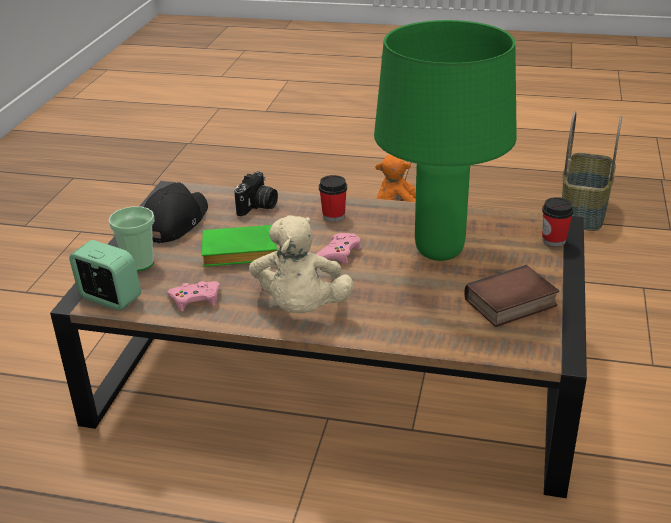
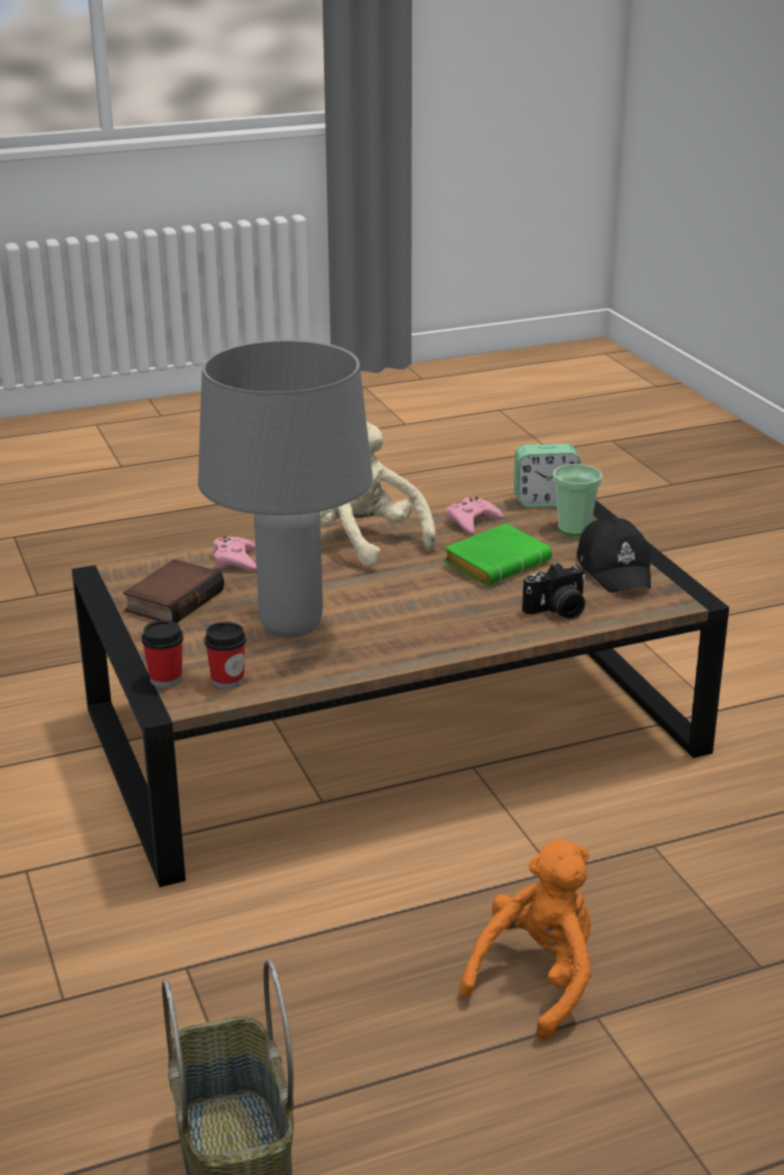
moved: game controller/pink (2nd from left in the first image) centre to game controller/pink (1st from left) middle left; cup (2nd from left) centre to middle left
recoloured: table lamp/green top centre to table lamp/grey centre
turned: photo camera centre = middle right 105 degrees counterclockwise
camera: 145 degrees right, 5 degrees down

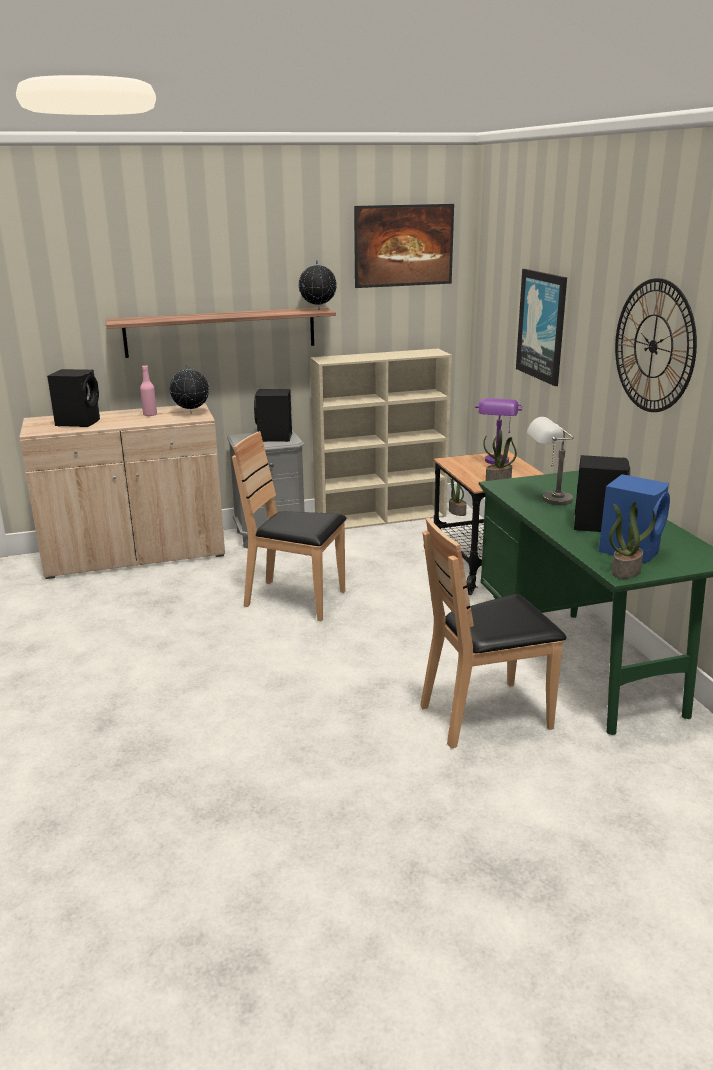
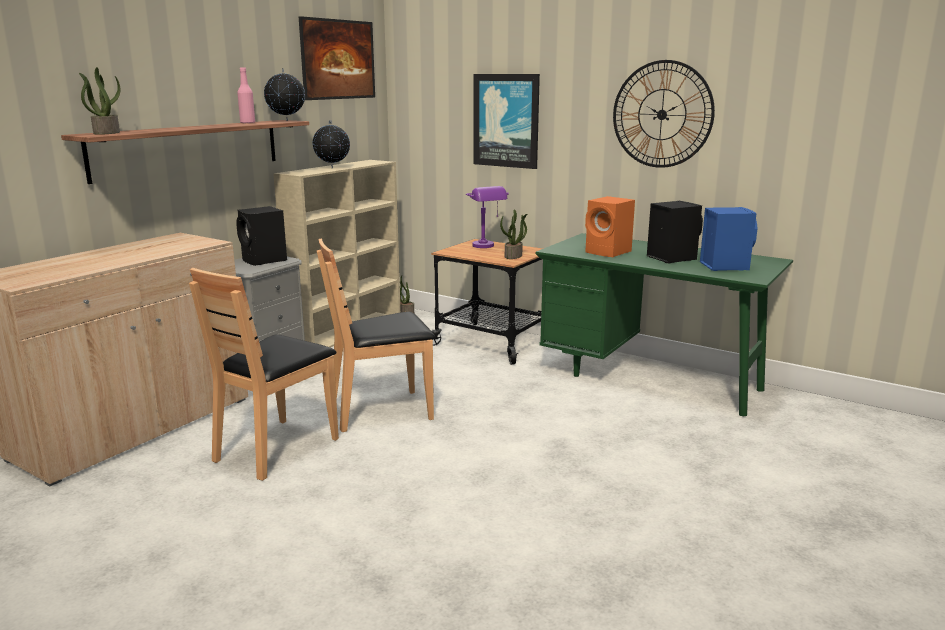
removed: speaker/black (1st from left) middle left
moved: bottle/pink middle left to top left; globe (1st from left in the first image) middle left to globe (2nd from left) top centre; chair/brown (2nd from left in the first image) middle right to chair/brown (1st from left) middle left; potted plant (3rd from left in the first image) middle right to potted plant (1st from left) top left
replaced: table lamp/grey middle right to speaker/orange centre
camera: 40 degrees left, 5 degrees down

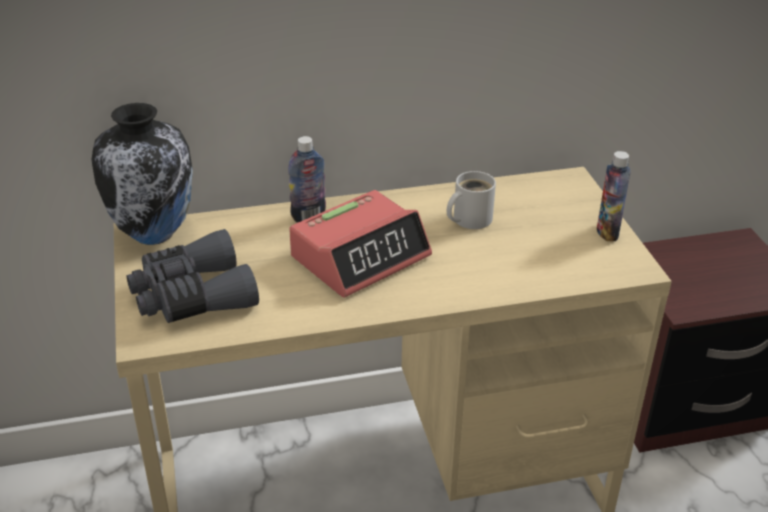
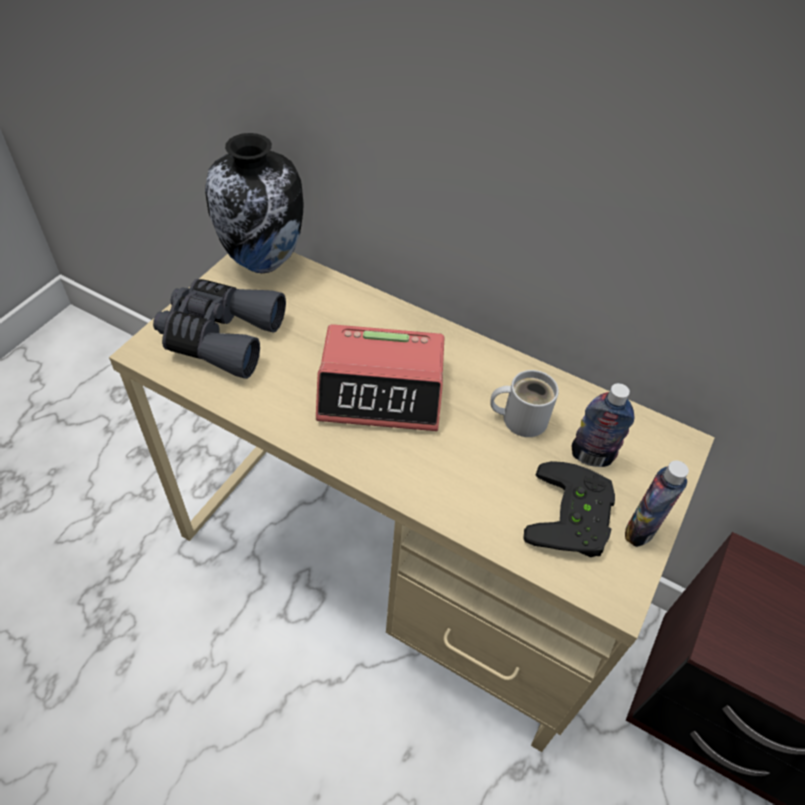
added: game controller/black middle right
moved: bottle (1st from left) centre to middle right
camera: 40 degrees right, 15 degrees up

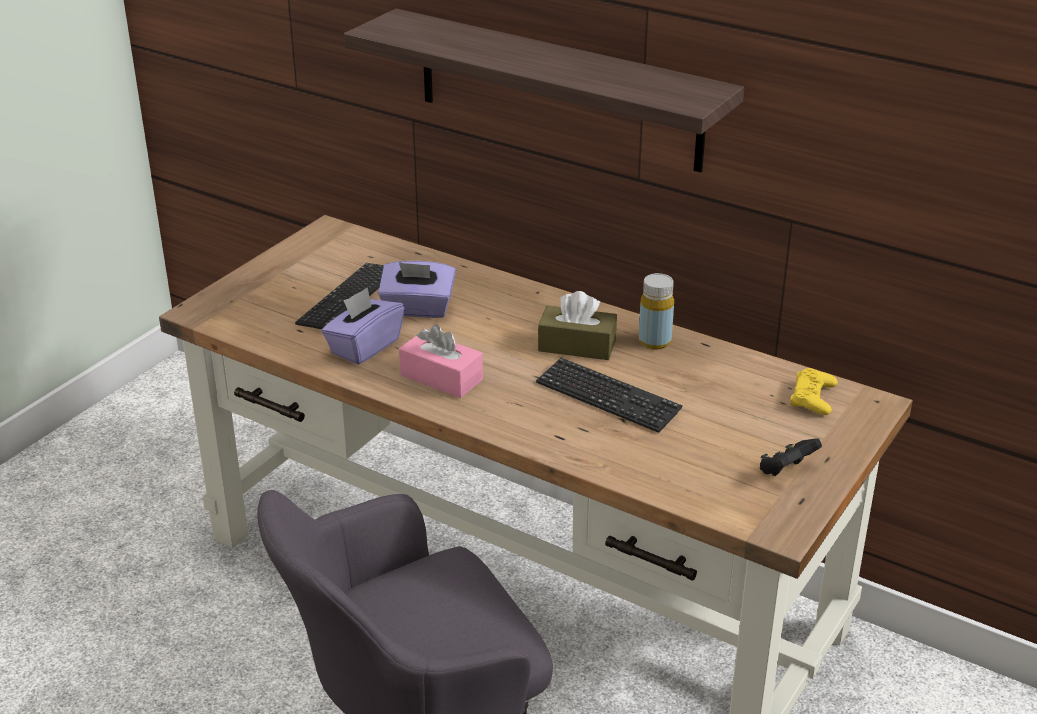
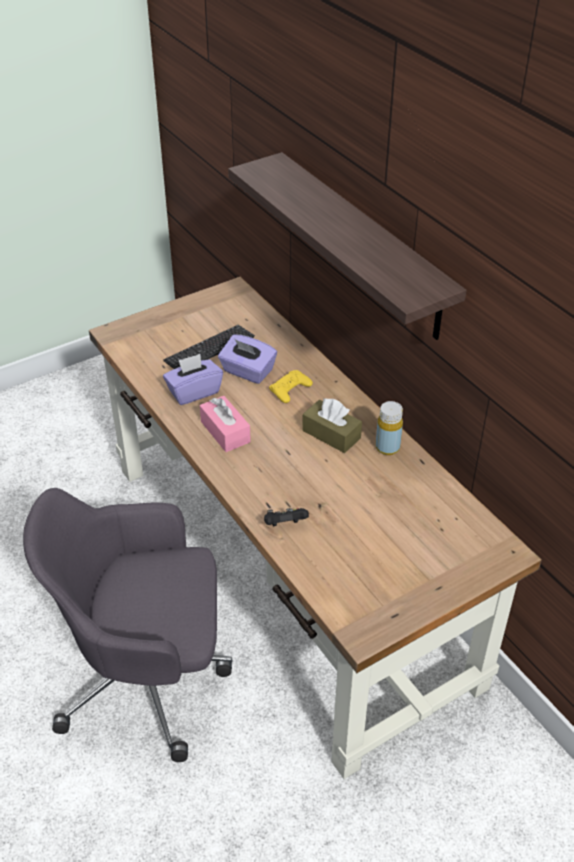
removed: keyboard (2nd from left) centre
moved: game controller/black middle right to centre; game controller/yellow middle right to centre
camera: 25 degrees right, 10 degrees up

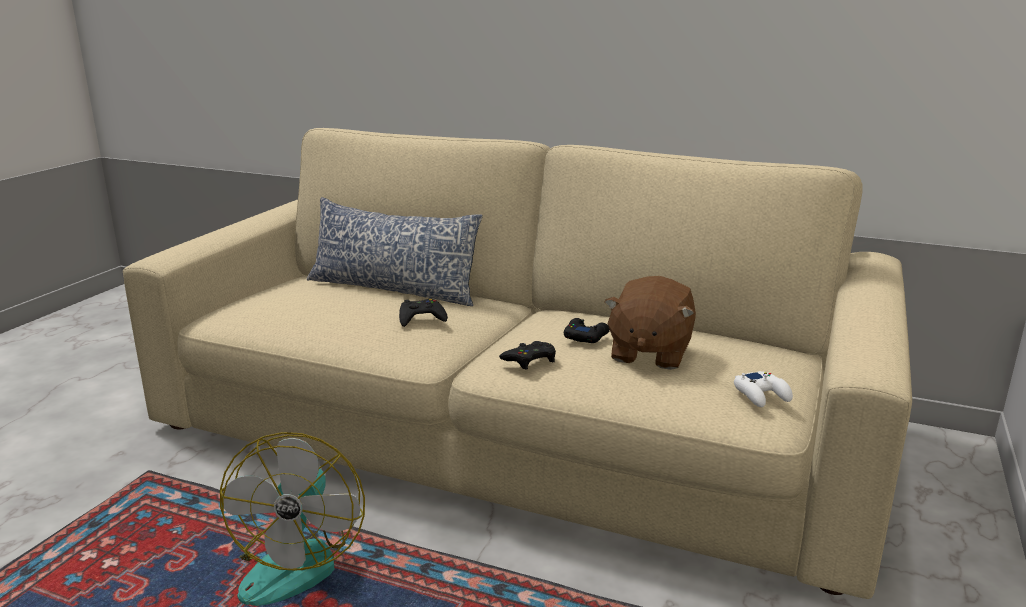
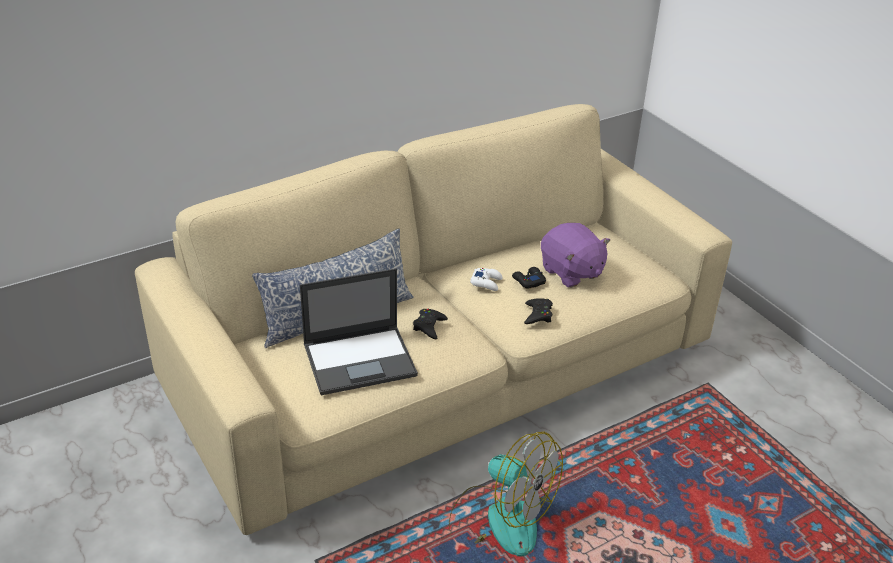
added: laptop centre
moved: game controller/white middle right to centre
recoloured: plush toy/brown centre to plush toy/purple centre
camera: 55 degrees left, 15 degrees up

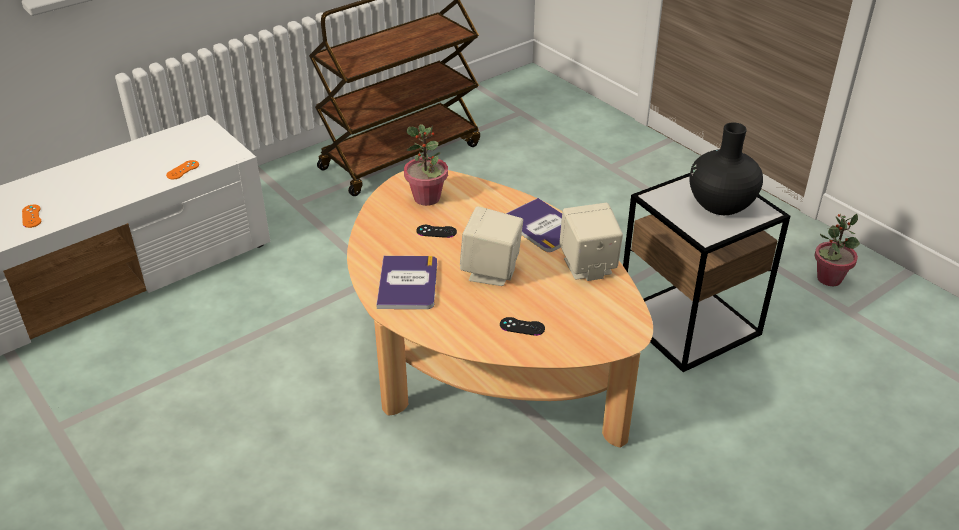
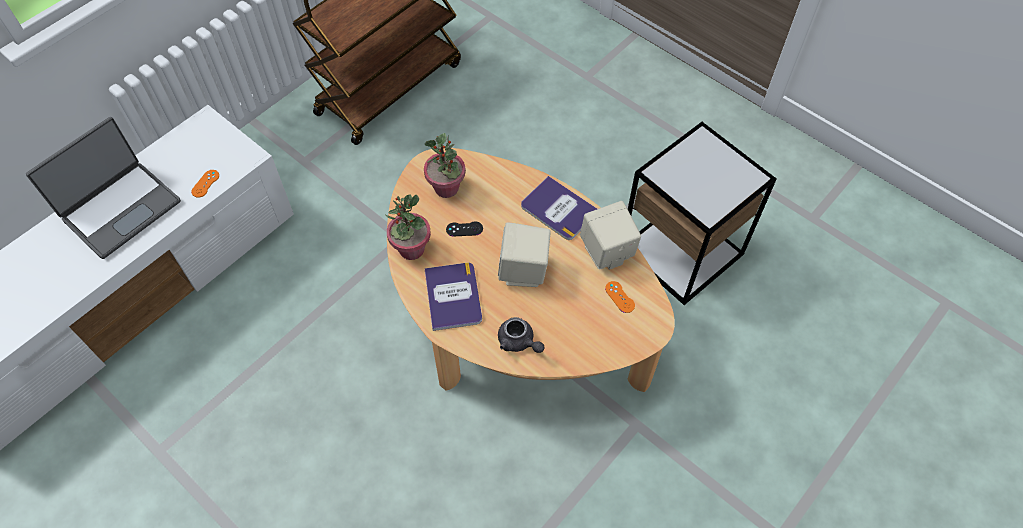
removed: game controller/black (2nd from left) centre; vase/black top right
added: laptop middle left; teapot/grey centre
moved: game controller/orange (1st from left in the first image) middle left to game controller/orange (2nd from left) centre; potted plant (2nd from left in the first image) middle right to potted plant (1st from left) centre
camera: 10 degrees left, 20 degrees up

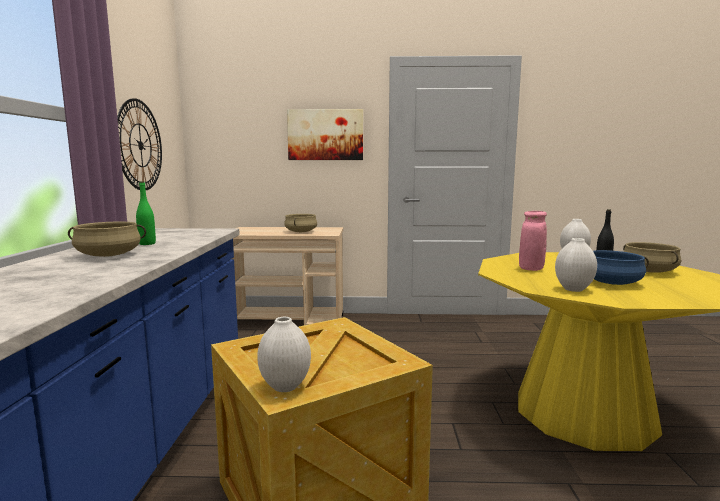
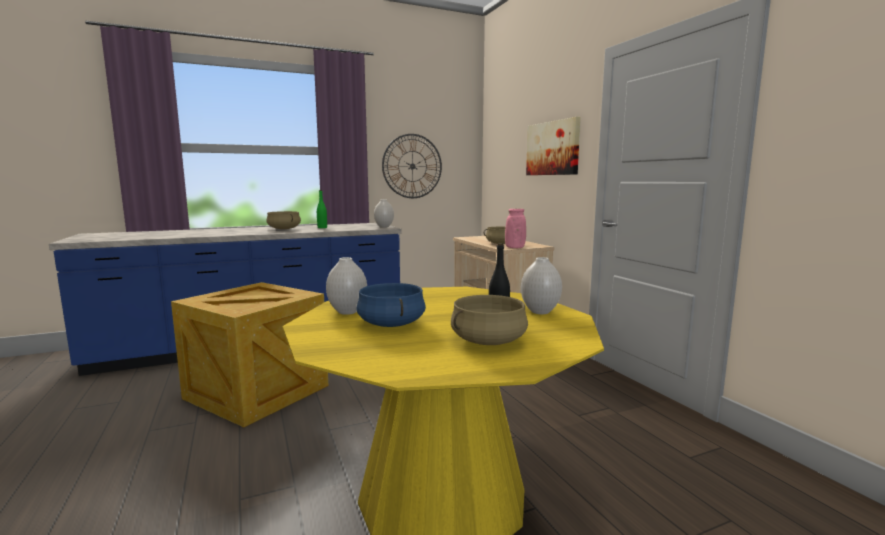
moved: vase/white (1st from left in the first image) bottom centre to vase/white (2nd from left) centre; vase/pink middle right to centre
camera: 65 degrees right, 0 degrees up

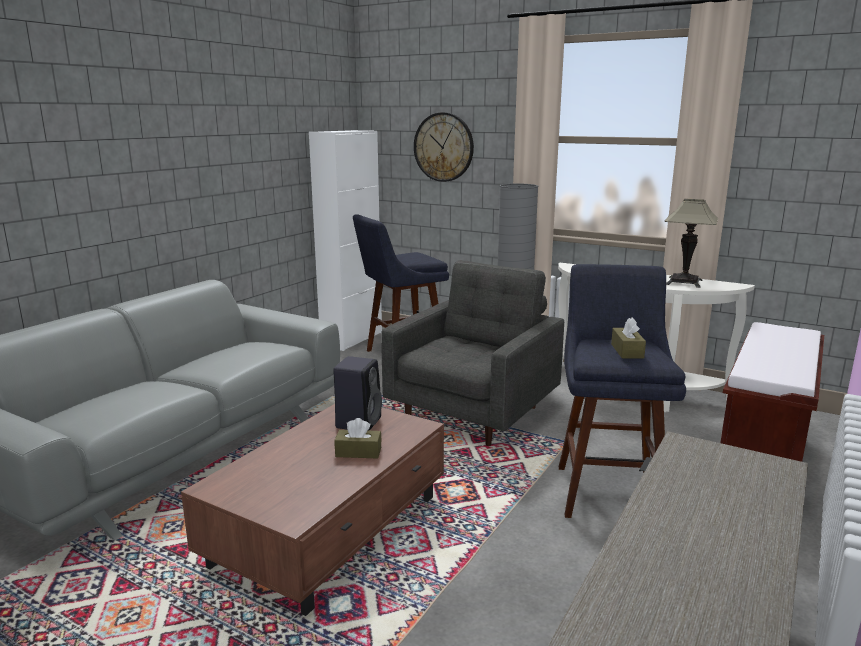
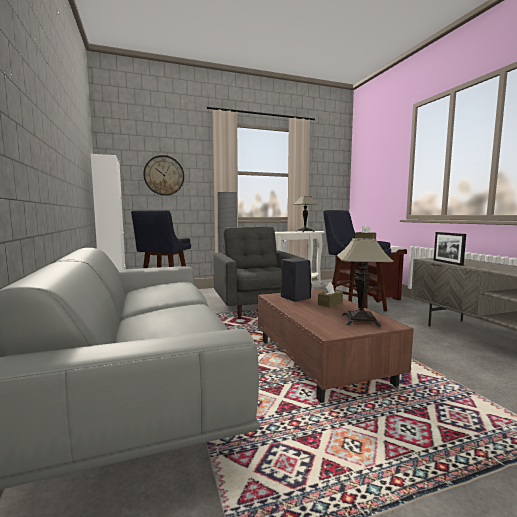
added: table lamp (2nd from left) middle right; picture frame middle right
camera: 50 degrees left, 10 degrees down

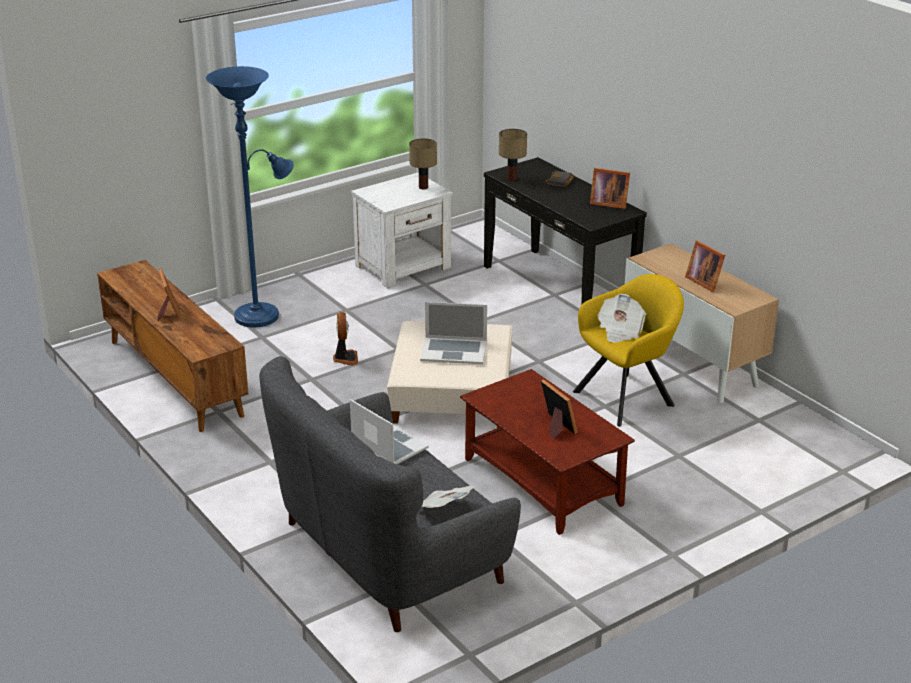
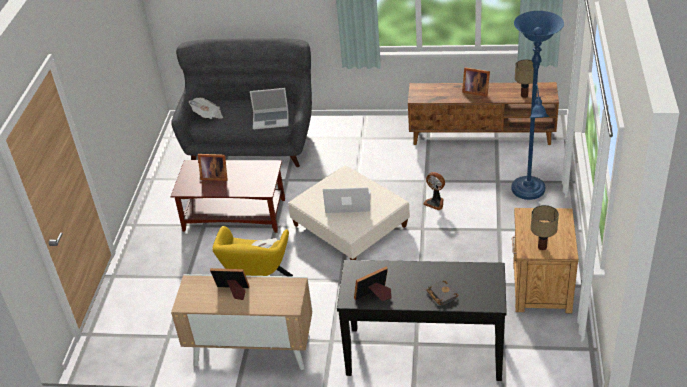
moved: table lamp (2nd from left in the first image) top centre to table lamp (1st from left) top right
recoloured: nightstand/white centre to nightstand/brown bottom right
turned: laptop (2nd from left) centre = centre 45 degrees clockwise
camera: 135 degrees right, 10 degrees up

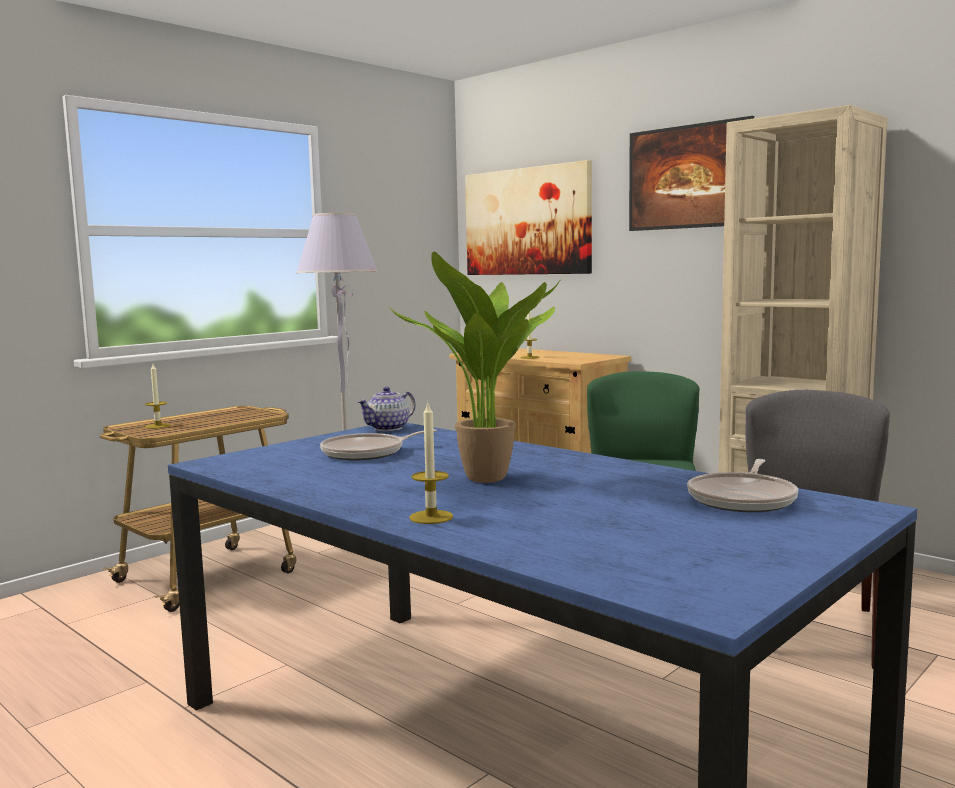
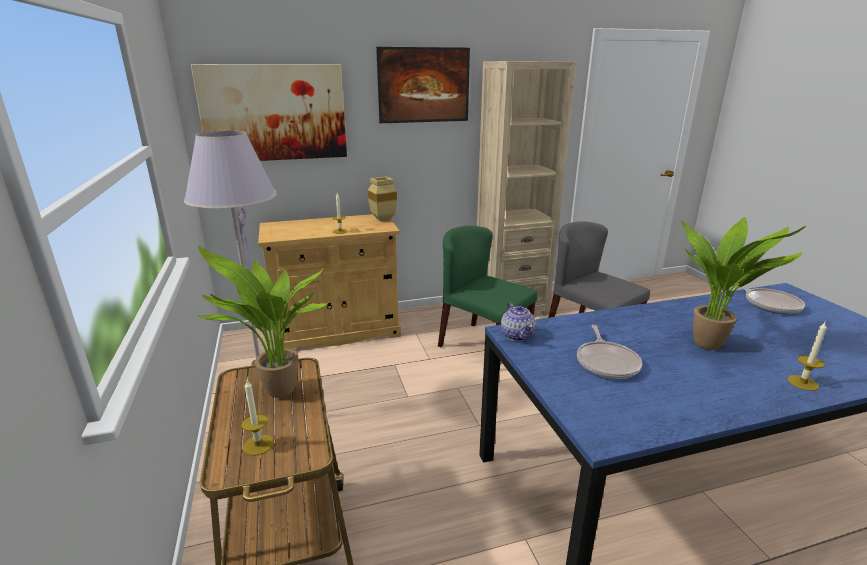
added: potted plant (1st from left) middle left; vase/beige centre
camera: 60 degrees left, 15 degrees up

